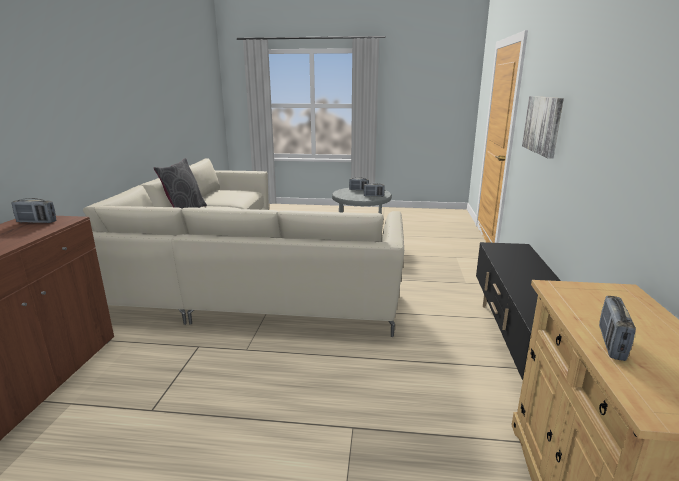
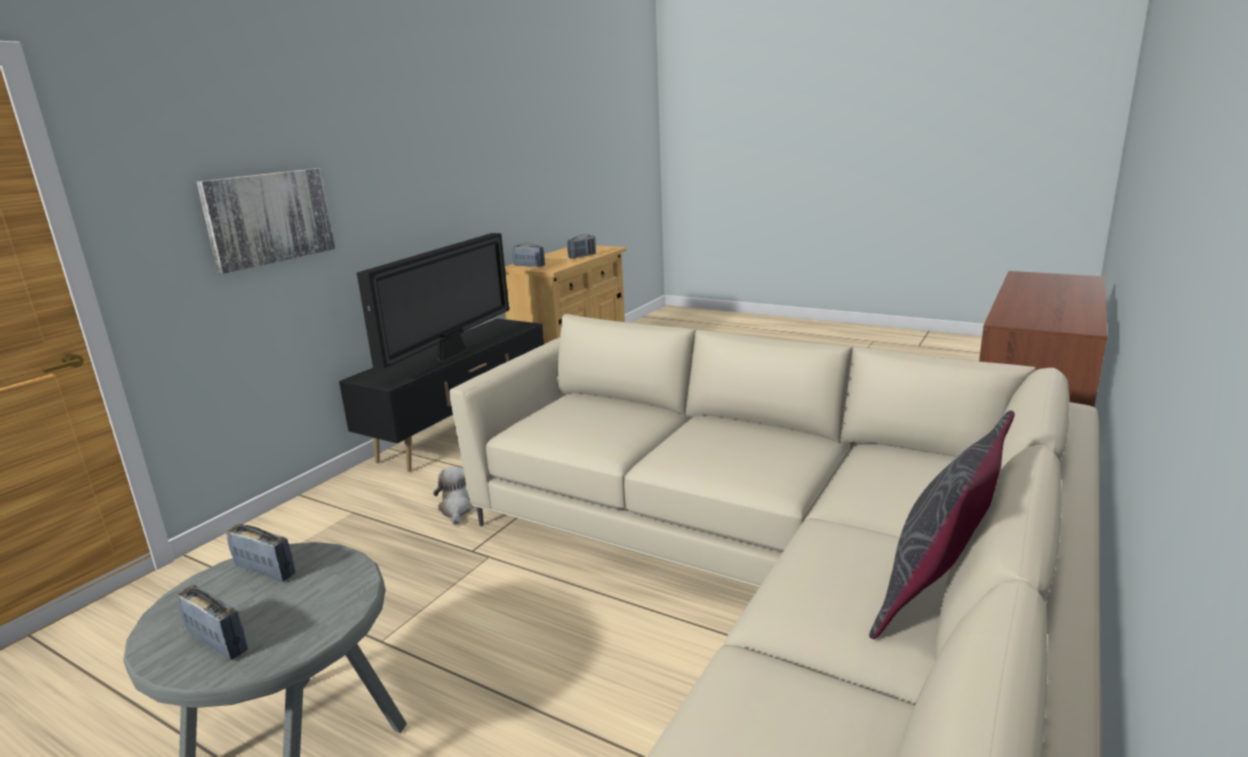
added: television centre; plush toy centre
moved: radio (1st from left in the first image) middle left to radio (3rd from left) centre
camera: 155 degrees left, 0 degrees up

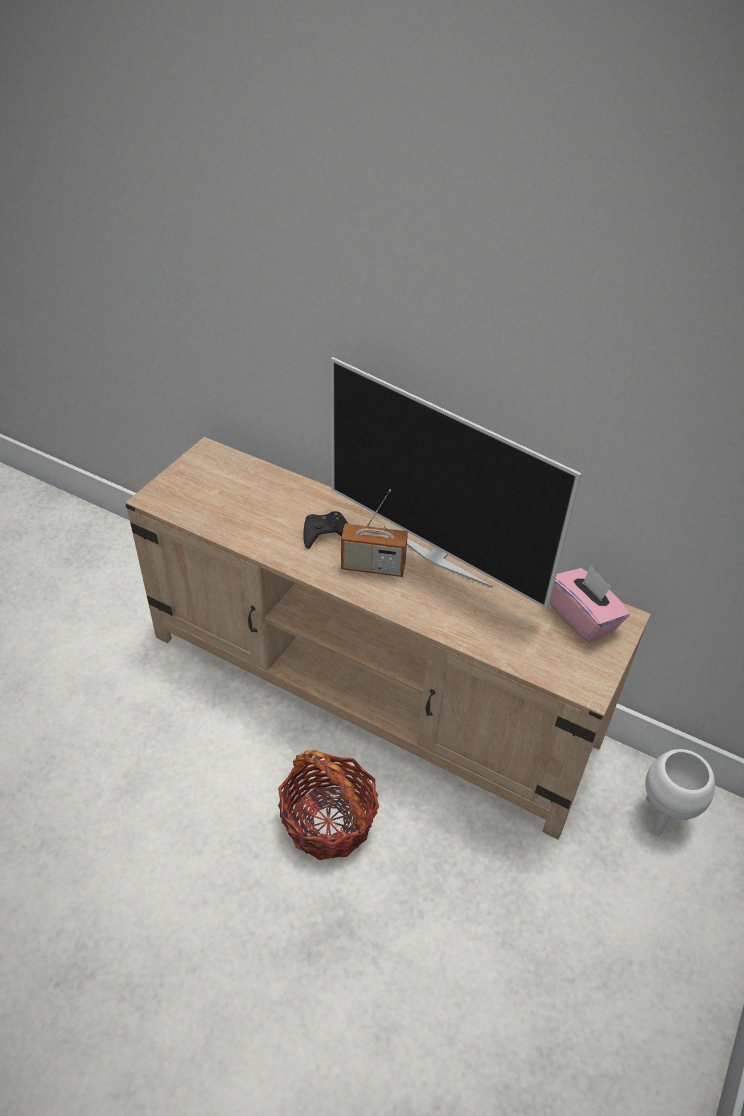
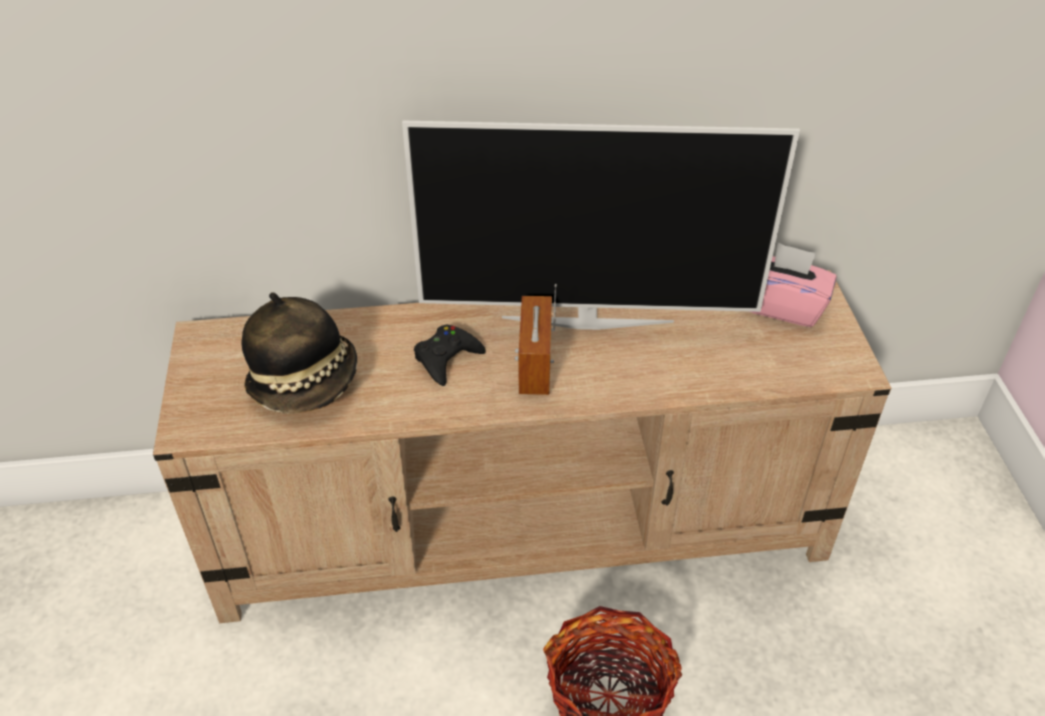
removed: planter/white bottom right
added: hat middle left
turned: radio centre = centre 120 degrees clockwise
camera: 35 degrees left, 0 degrees up

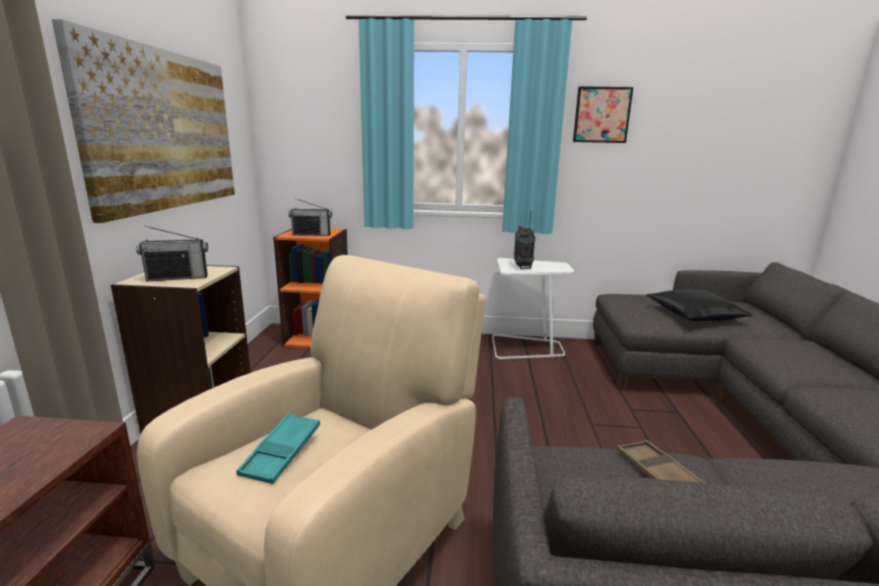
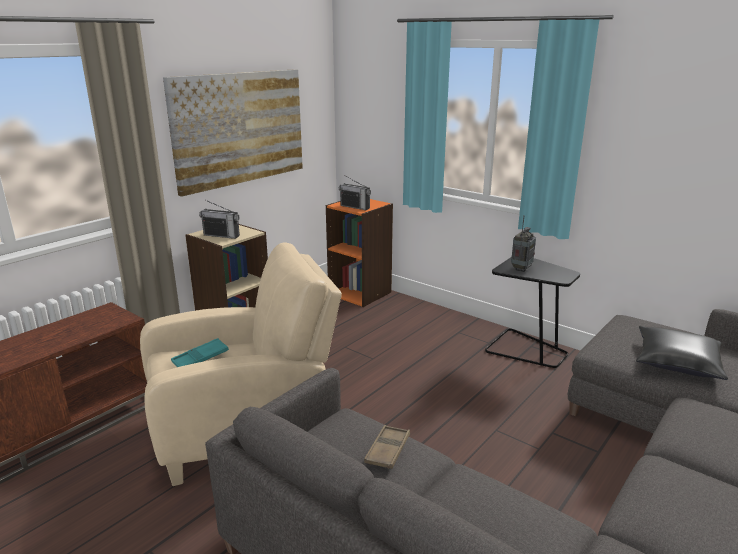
removed: picture (2nd from left) top right
recoloured: side table/white centre to side table/black middle right
camera: 35 degrees right, 5 degrees up

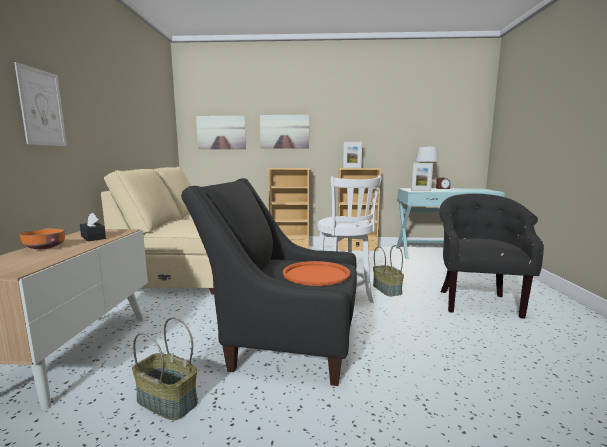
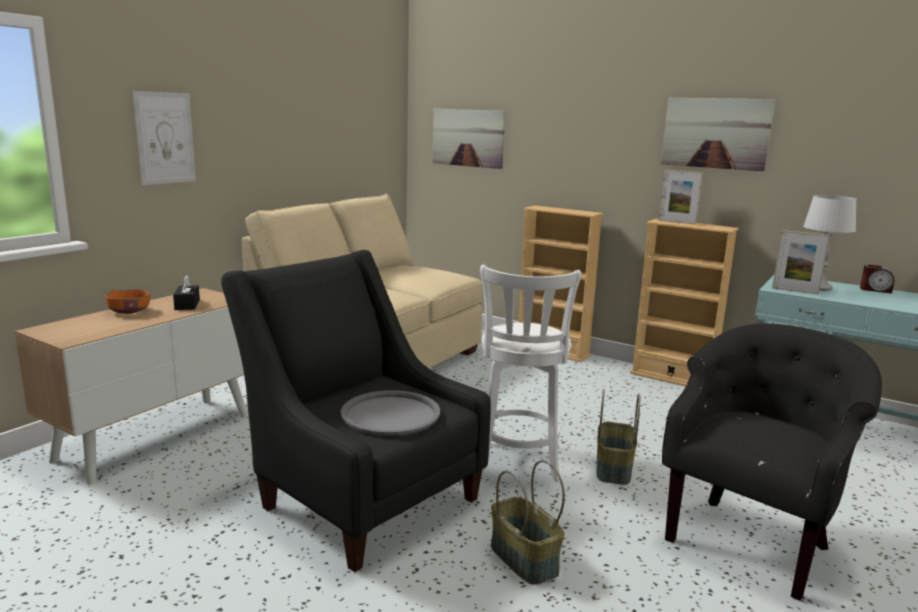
moved: basket (1st from left) bottom left to bottom centre; picture (3rd from left) top centre to top right
recoloured: tray/orange centre to tray/grey bottom centre
camera: 30 degrees right, 5 degrees up

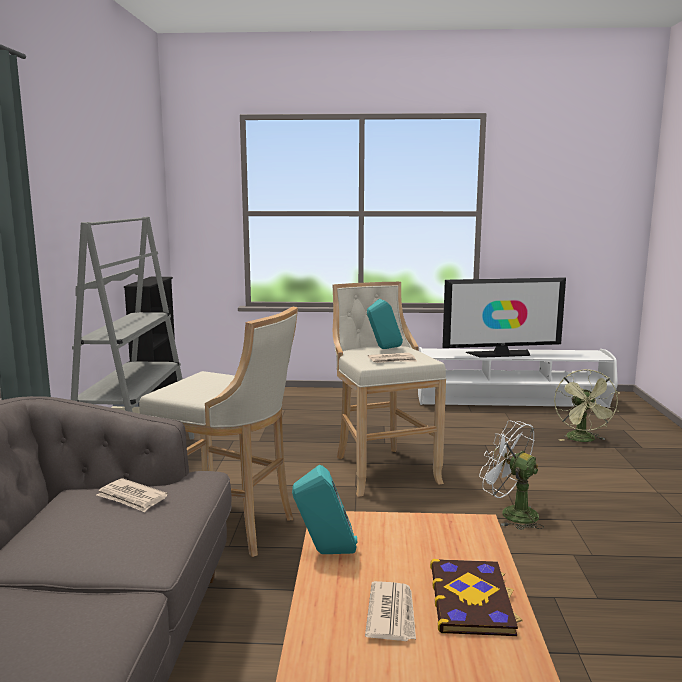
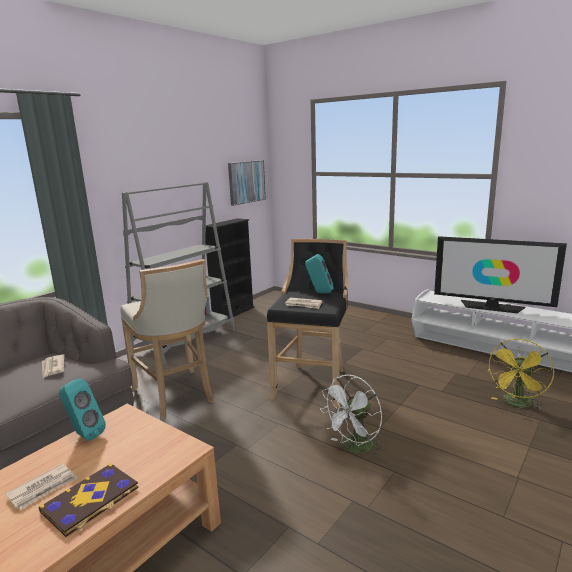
added: picture top centre
recoloured: stool/beige (2nd from left) centre to stool/black centre; fan/green middle right to fan/yellow middle right
turned: fan/white bottom right = bottom centre 120 degrees counterclockwise
camera: 35 degrees right, 5 degrees up

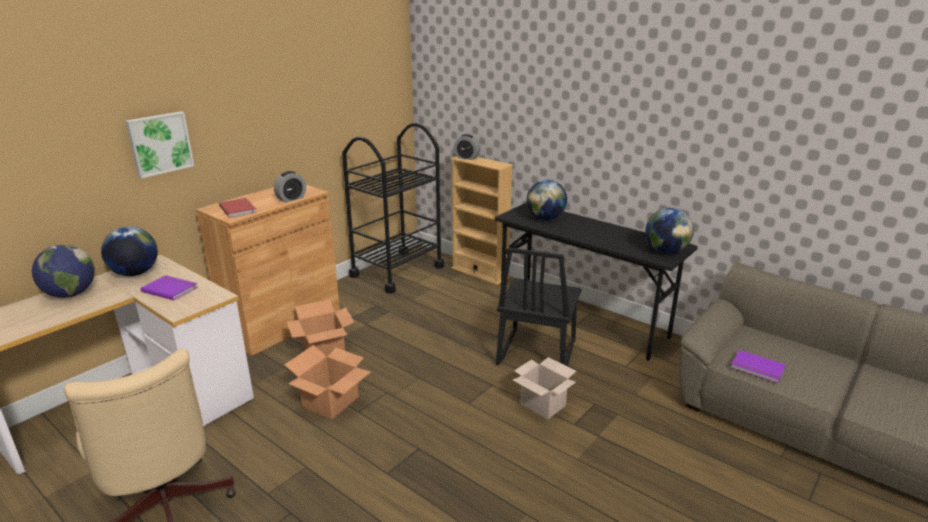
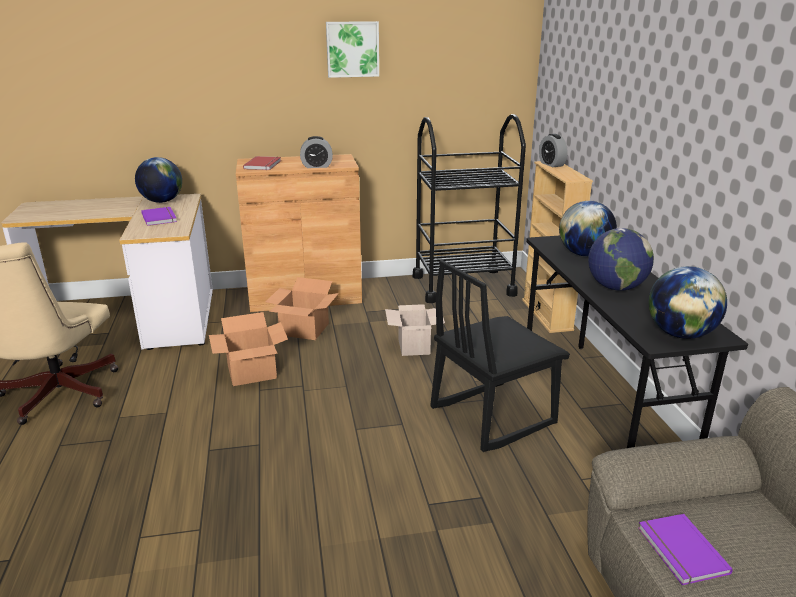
moved: globe (1st from left in the first image) middle left to globe (3rd from left) middle right; picture top left to top centre; cardboard box (3rd from left) bottom centre to centre
camera: 40 degrees right, 0 degrees up

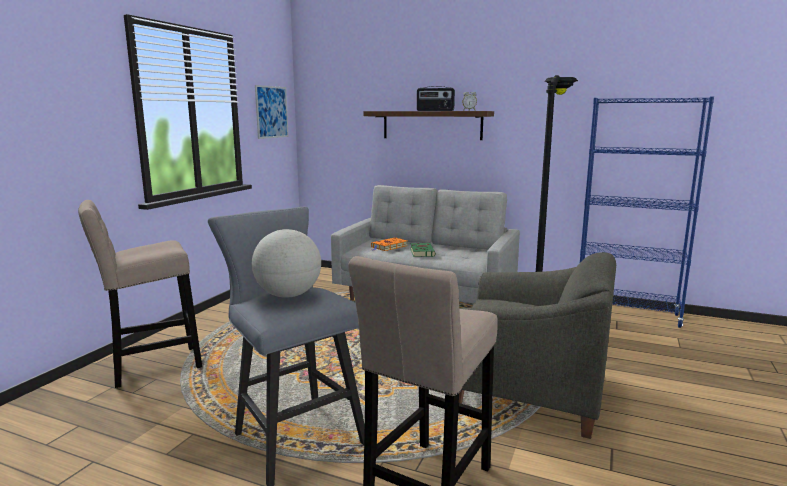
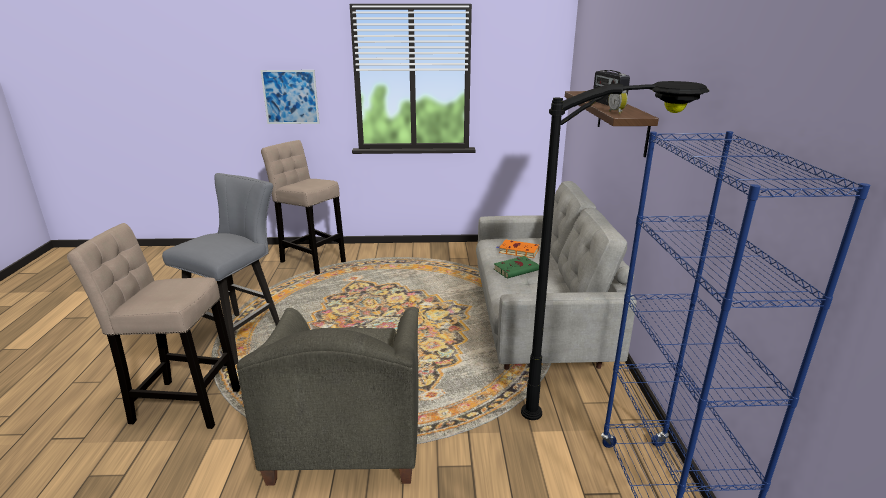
removed: globe centre
moved: picture top centre to top left
camera: 65 degrees right, 10 degrees up

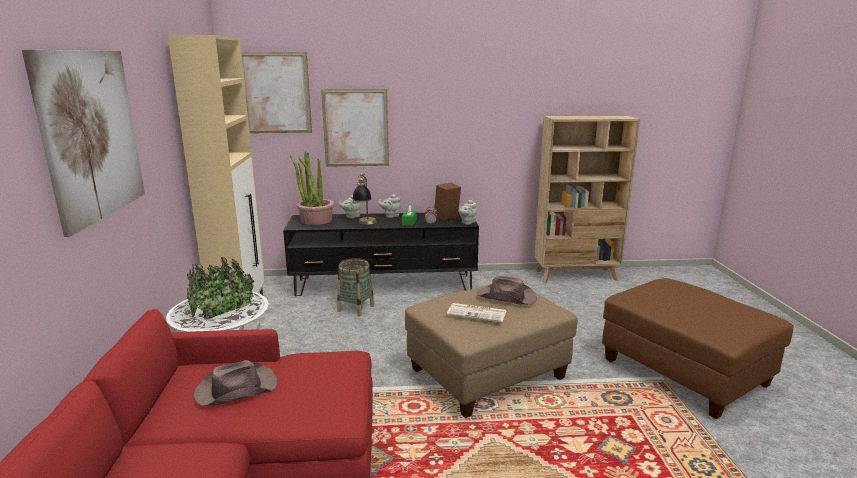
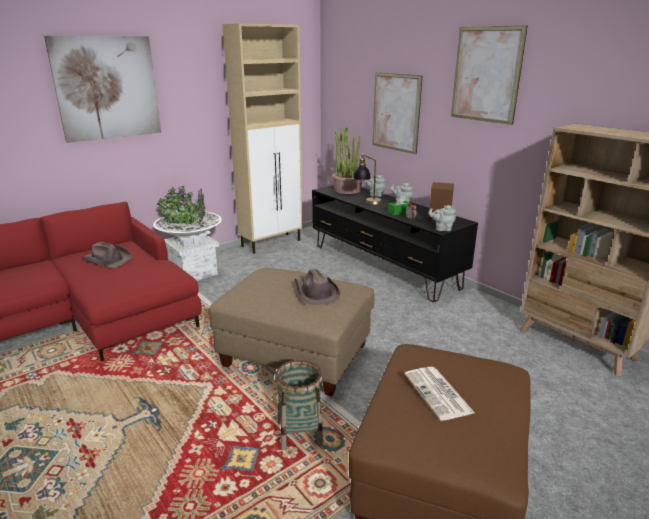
moved: picture (2nd from left in the first image) top left to picture (3rd from left) top right; basket centre to bottom centre; newspaper centre to bottom right
camera: 55 degrees right, 5 degrees up

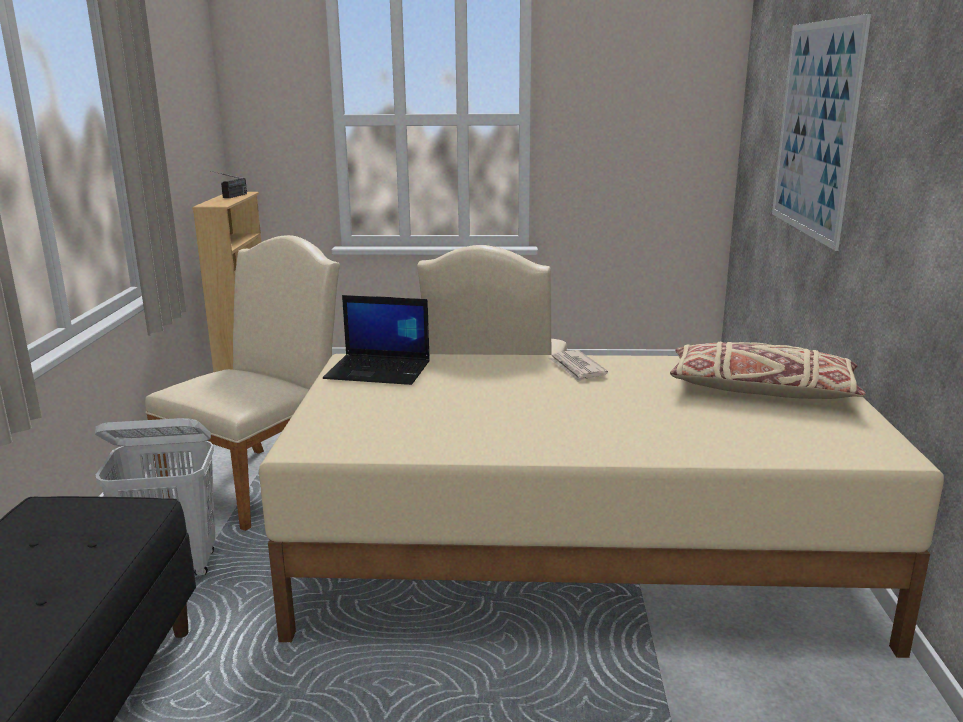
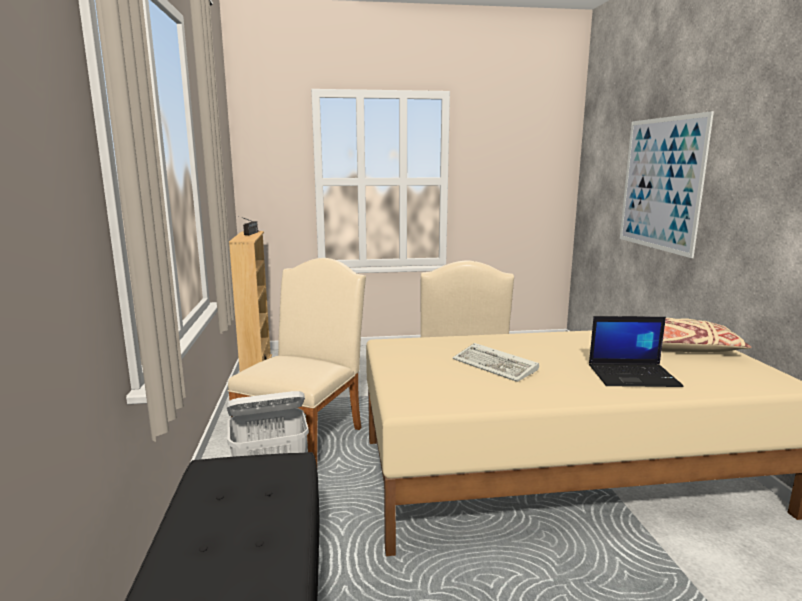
removed: newspaper centre
added: keyboard centre
moved: laptop centre to middle right
camera: 10 degrees left, 5 degrees down

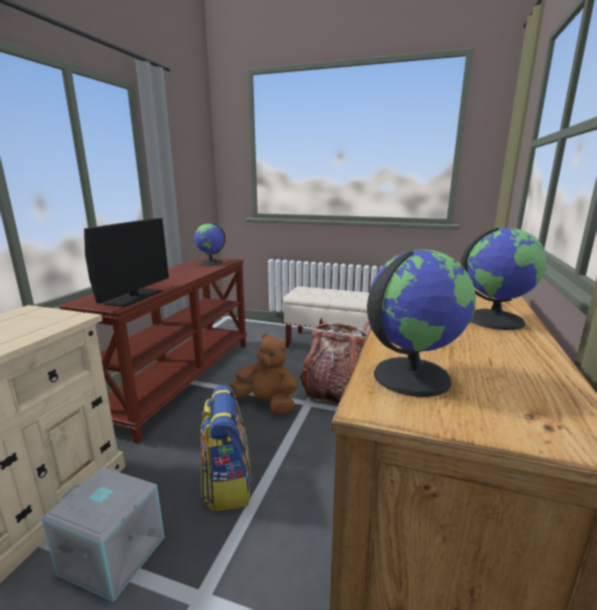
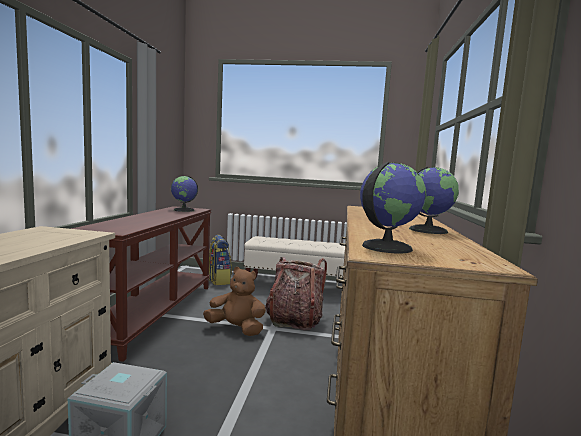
removed: monitor middle left
moved: backpack (1st from left) bottom centre to centre
camera: 10 degrees left, 10 degrees down

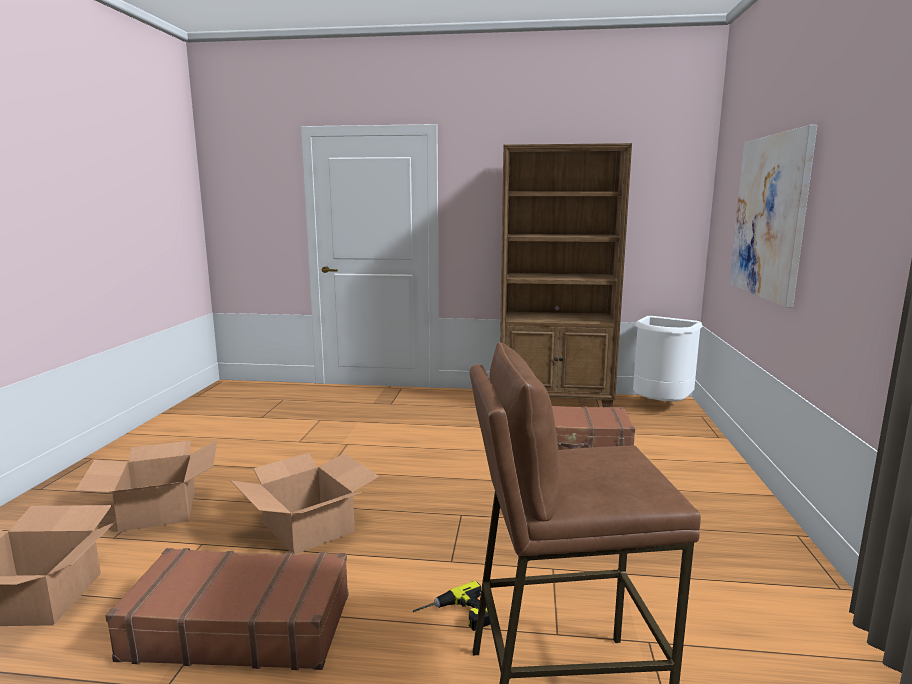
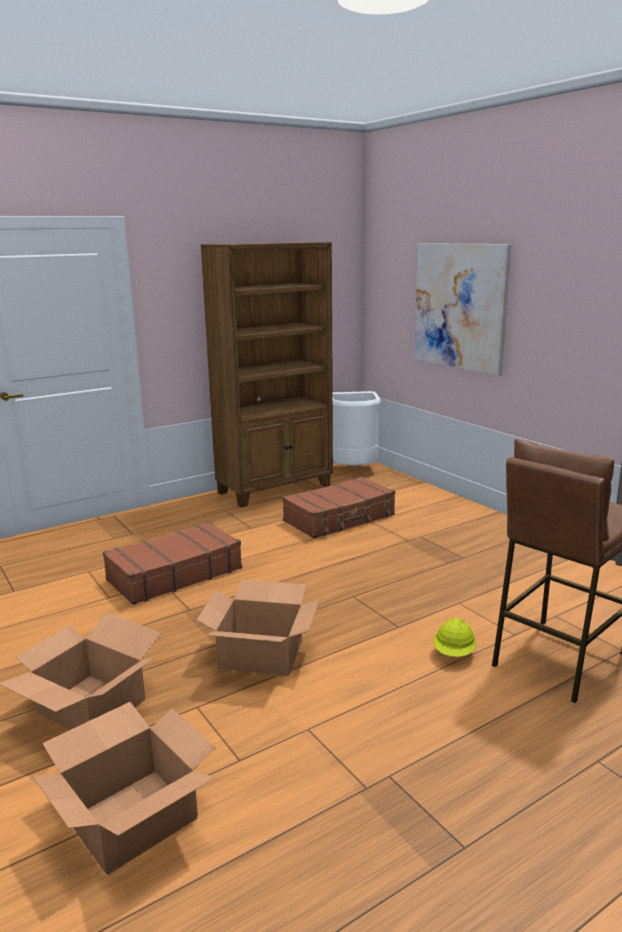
moved: suitcase/brown (1st from left) bottom left to middle left
replaced: power drill bottom centre to hard hat/yellow bottom right
camera: 40 degrees left, 5 degrees up

